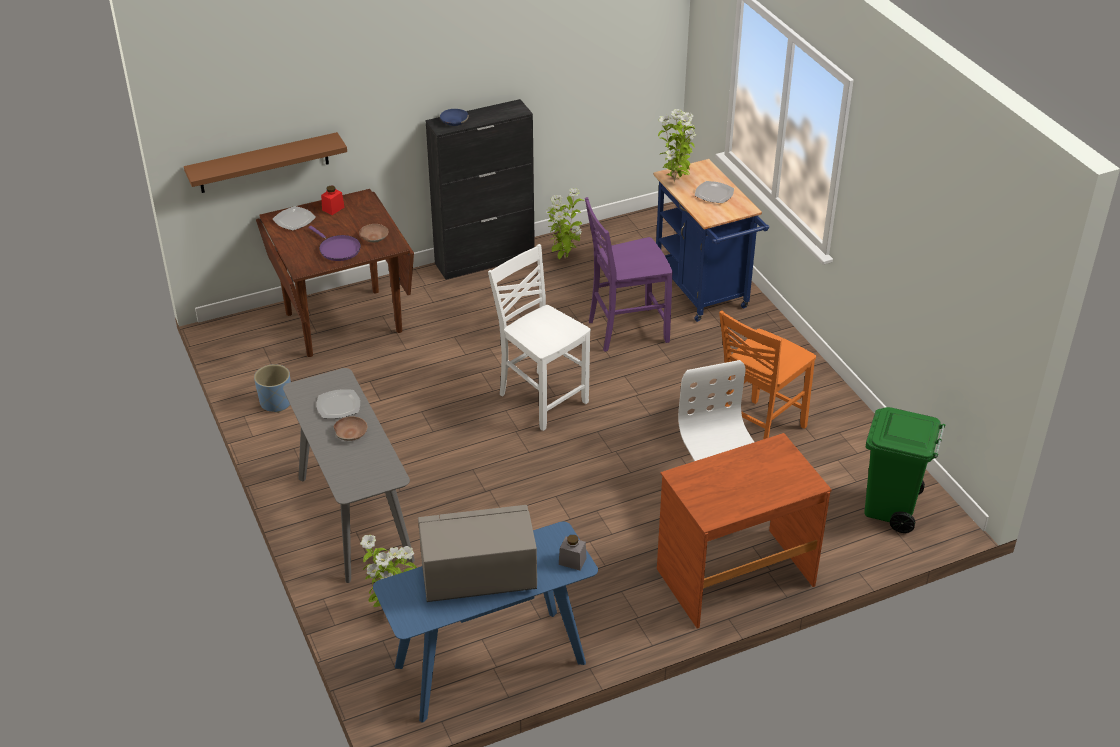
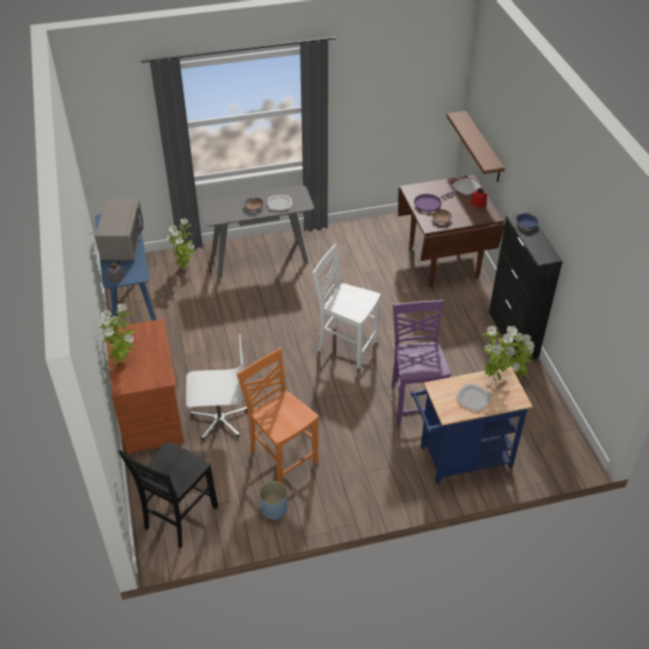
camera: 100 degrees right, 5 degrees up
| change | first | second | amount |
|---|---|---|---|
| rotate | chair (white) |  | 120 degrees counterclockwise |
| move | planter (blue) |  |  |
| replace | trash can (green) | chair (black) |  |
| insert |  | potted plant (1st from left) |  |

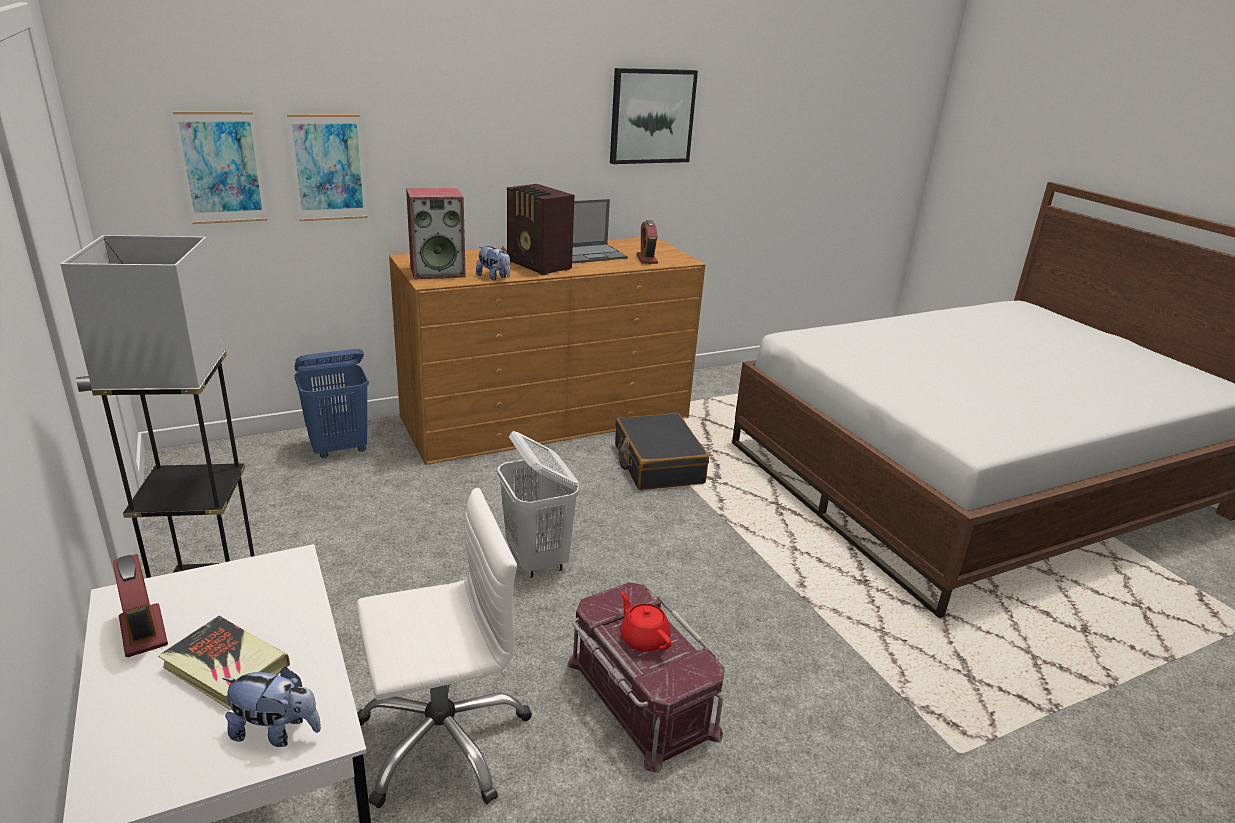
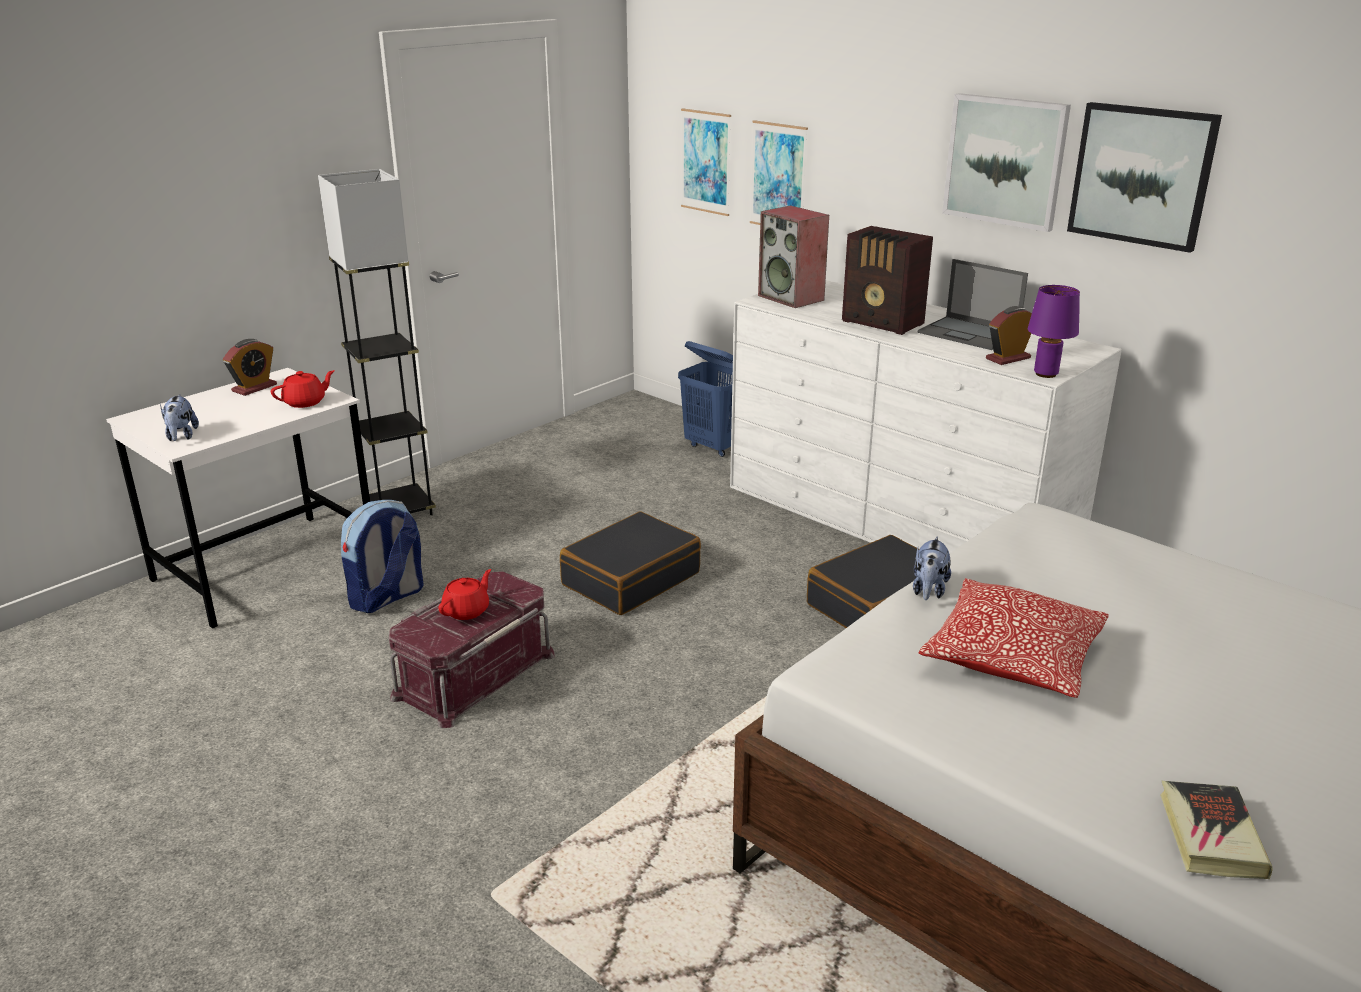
camera: 70 degrees right, 0 degrees up
| change | first | second | amount |
|---|---|---|---|
| rotate | radio |  | 75 degrees counterclockwise |
| recolor | dresser (brown) | dresser (white) |  |
| move | plush toy (2nd from left) |  |  |
| replace | laundry basket (white) | suitcase (black) (1st from left) |  |
| replace | office chair (white) | backpack |  |
| move | book |  |  |
| insert |  | picture (3rd from left) |  |
| insert |  | table lamp (purple) |  |
| insert |  | teapot (red) (1st from left) |  |
| insert |  | pillow |  |

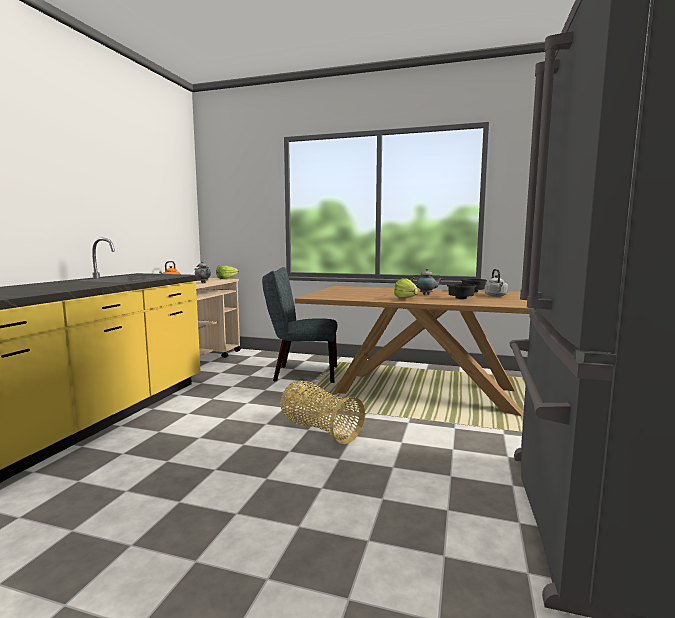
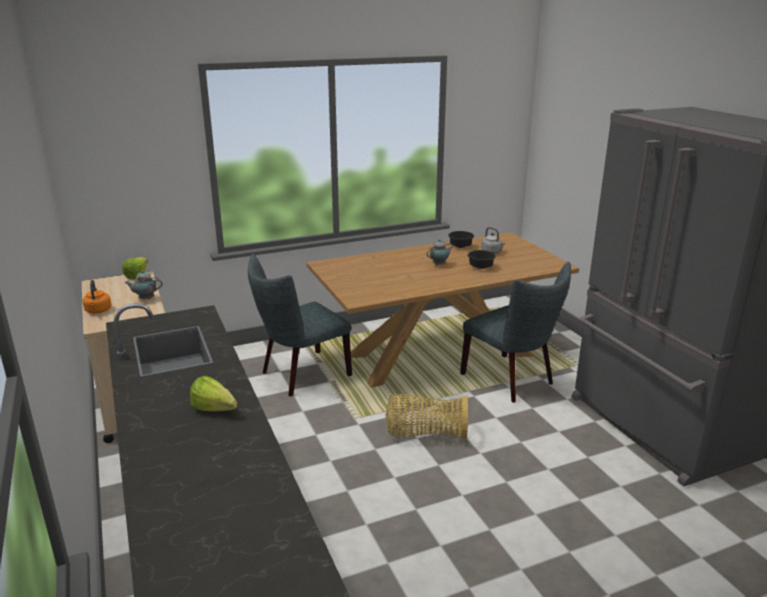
camera: 40 degrees left, 15 degrees up
| change | first | second | amount |
|---|---|---|---|
| move | lettuce (2nd from left) |  |  |
| insert |  | chair (grey) (2nd from left) |  |

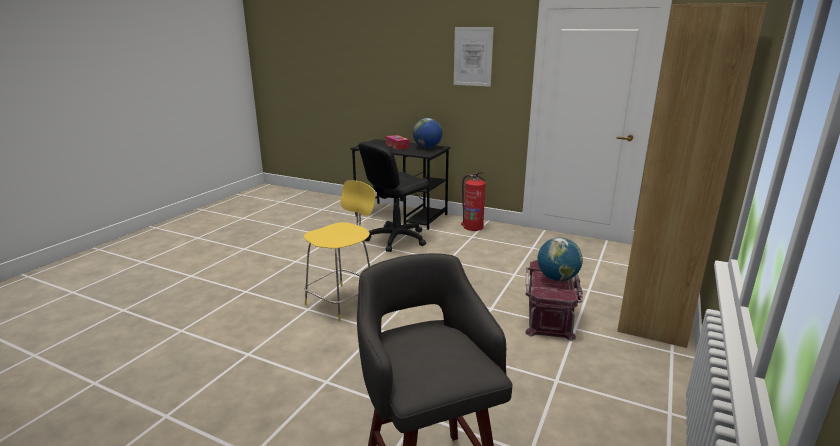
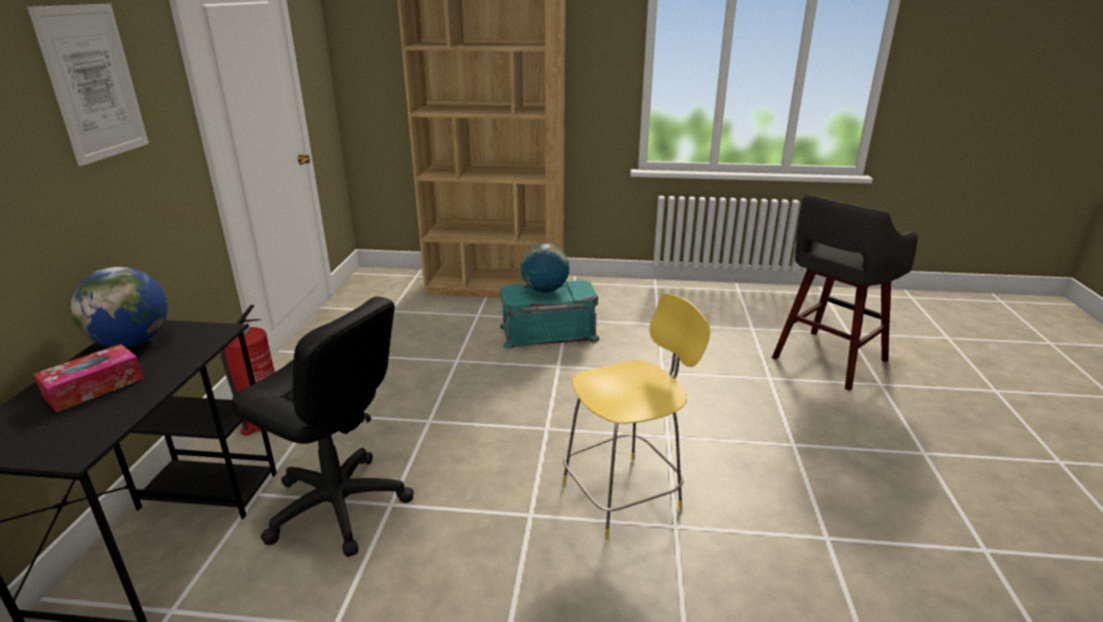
camera: 110 degrees left, 5 degrees up
| change | first | second | amount |
|---|---|---|---|
| rotate | chair (yellow) |  | 135 degrees clockwise |
| recolor | storage box (red) | storage box (turquoise) |  |

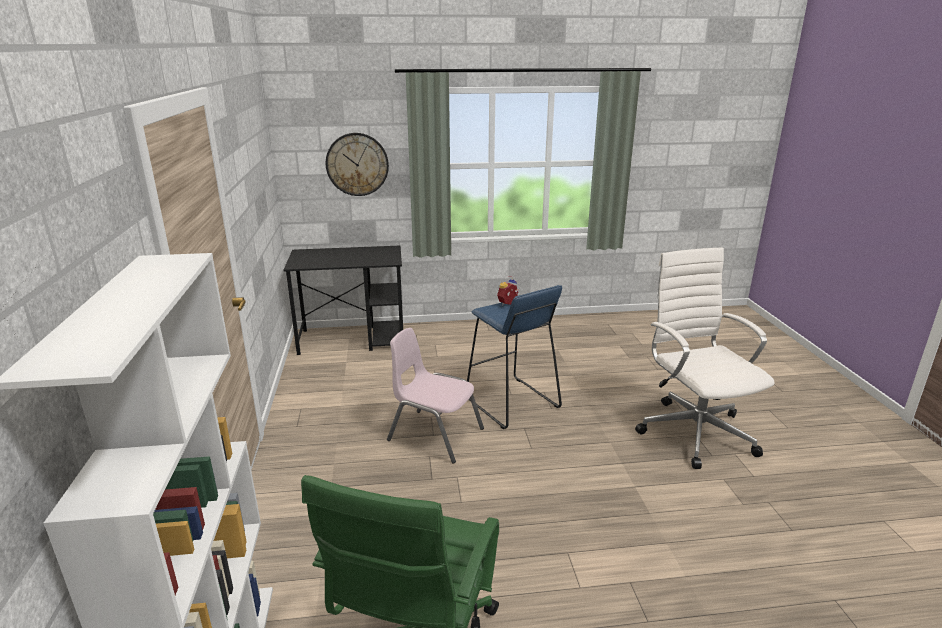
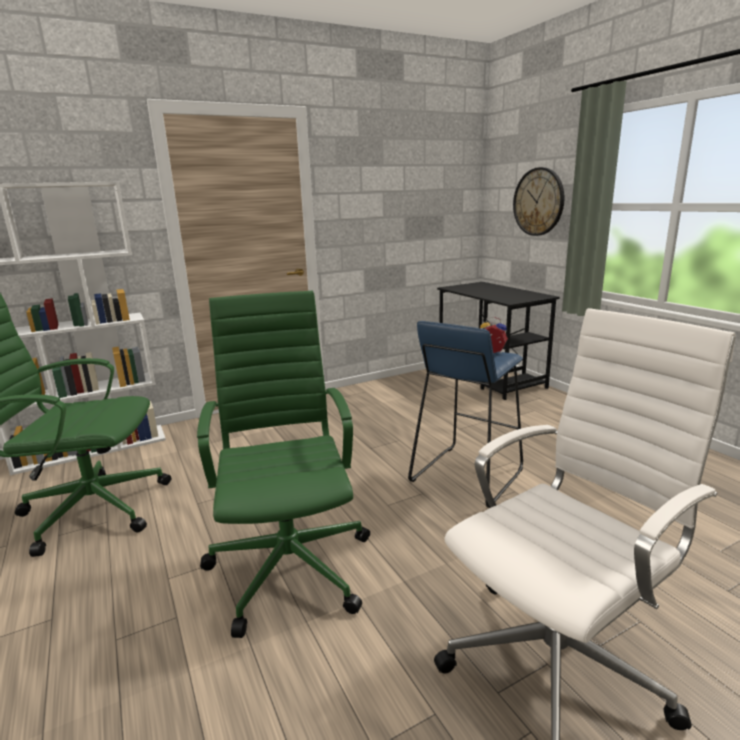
camera: 70 degrees right, 5 degrees down
| change | first | second | amount |
|---|---|---|---|
| delete | chair (pink) |  |  |
| insert |  | office chair (green) (2nd from left) |  |

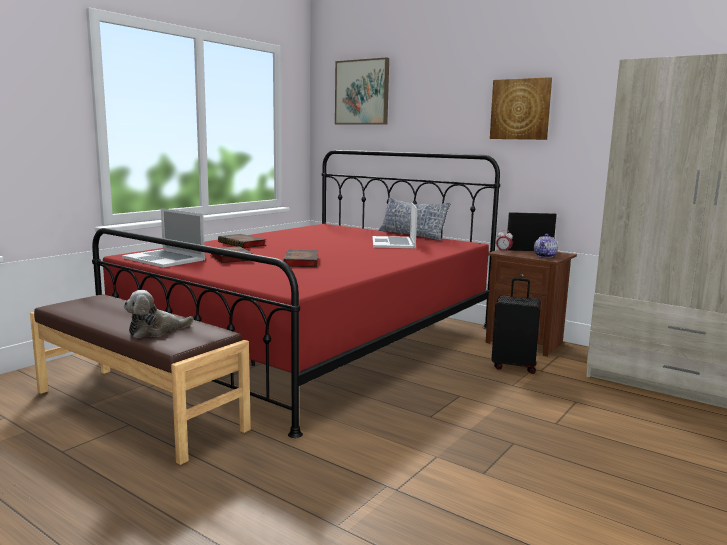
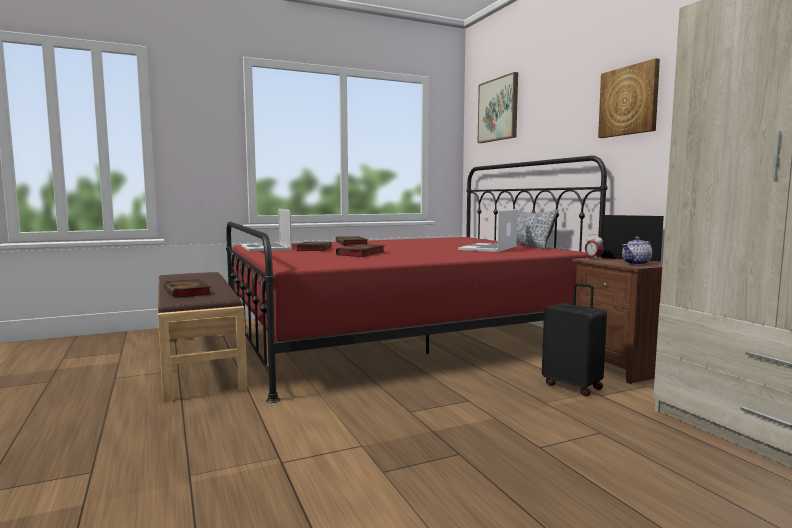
camera: 30 degrees right, 5 degrees down
| change | first | second | amount |
|---|---|---|---|
| replace | plush toy | book (1st from left) |  |

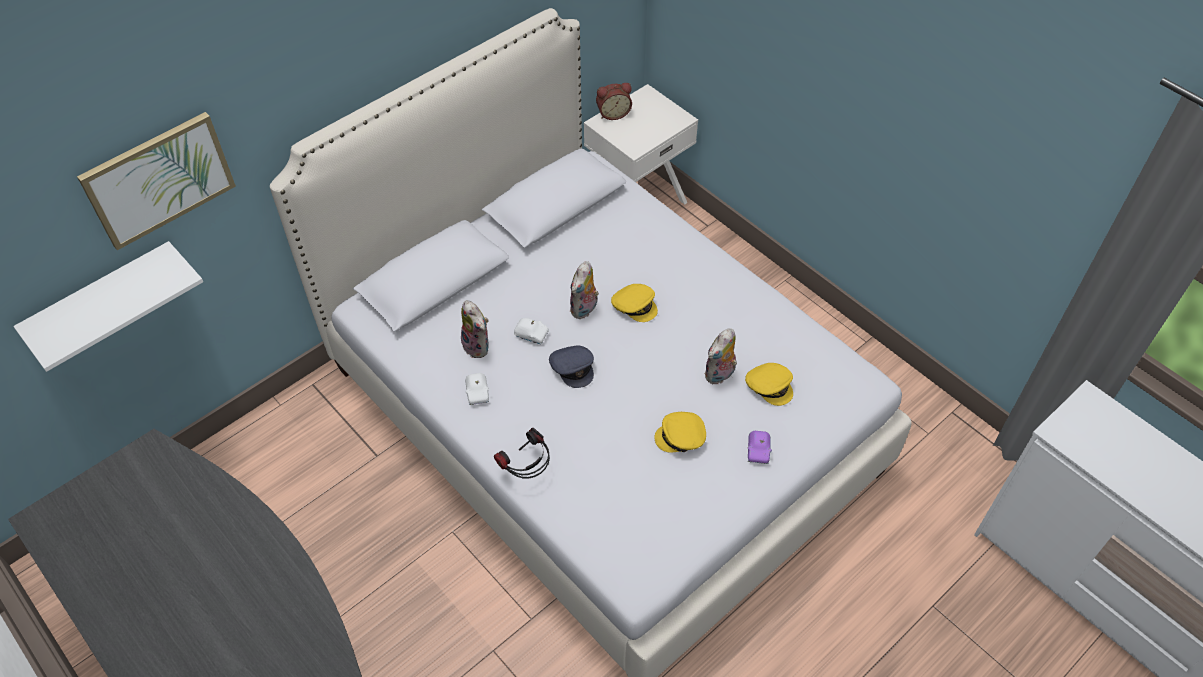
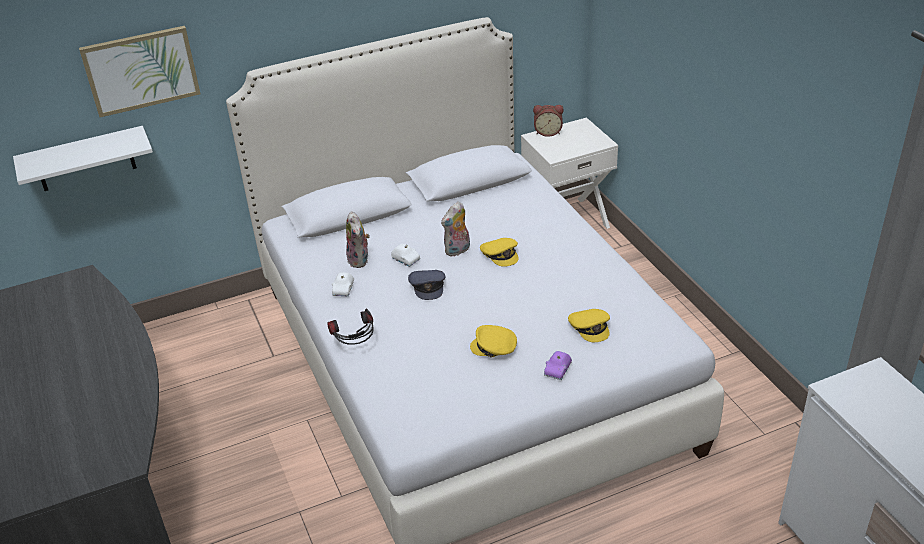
camera: 20 degrees right, 15 degrees down
| change | first | second | amount |
|---|---|---|---|
| delete | plush toy (3rd from left) |  |  |

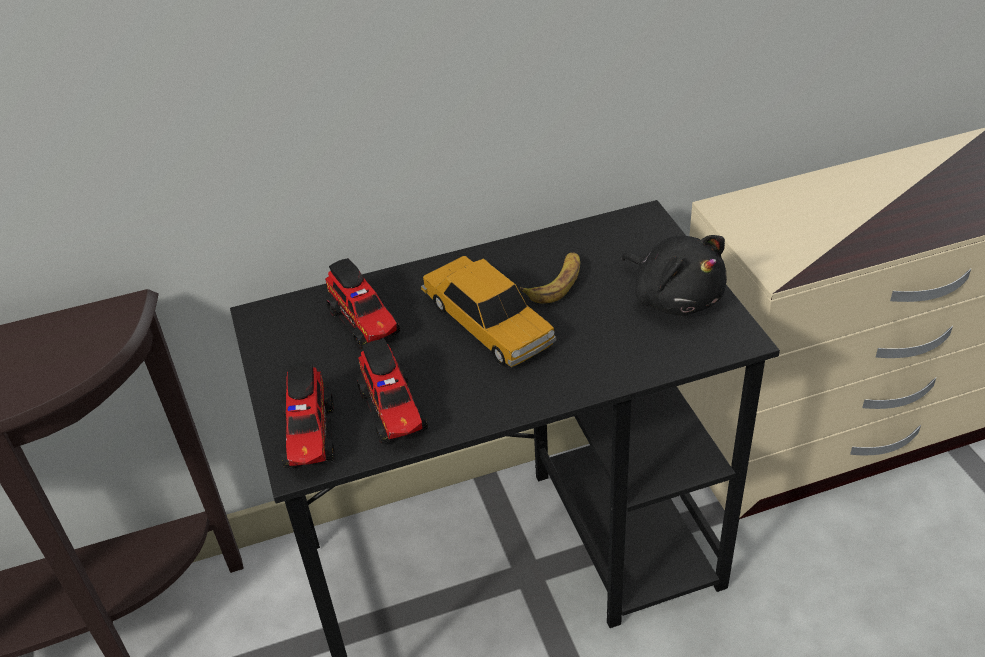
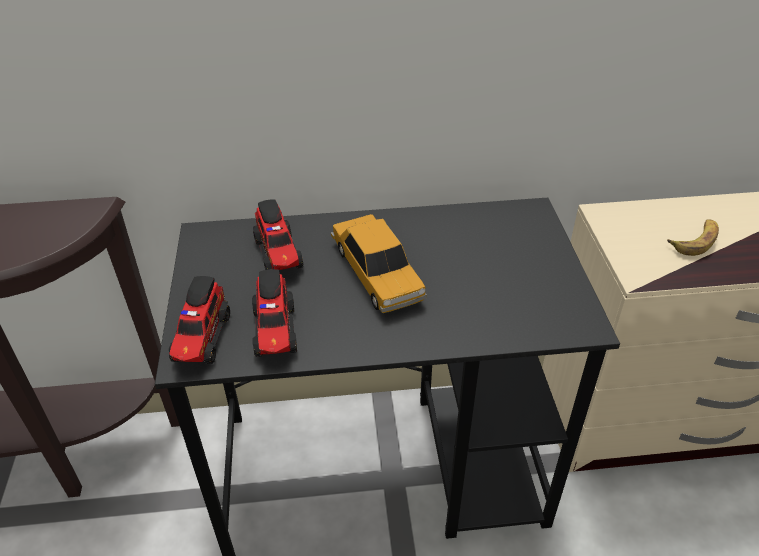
camera: 10 degrees right, 0 degrees up
| change | first | second | amount |
|---|---|---|---|
| delete | plush toy (black) |  |  |
| move | banana |  |  |

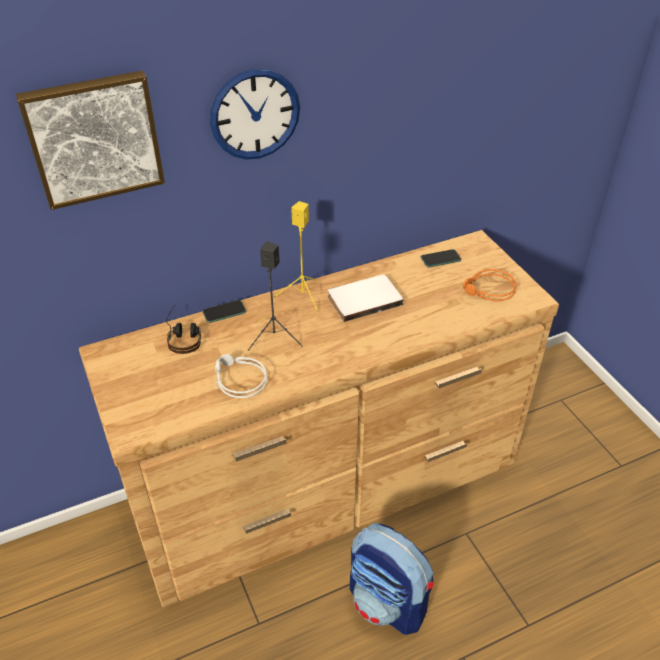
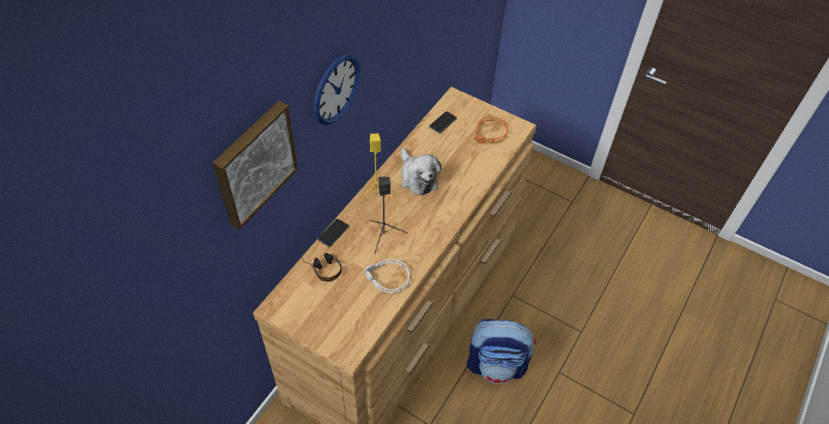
camera: 35 degrees left, 10 degrees up
| change | first | second | amount |
|---|---|---|---|
| replace | book (white) | plush toy |  |

